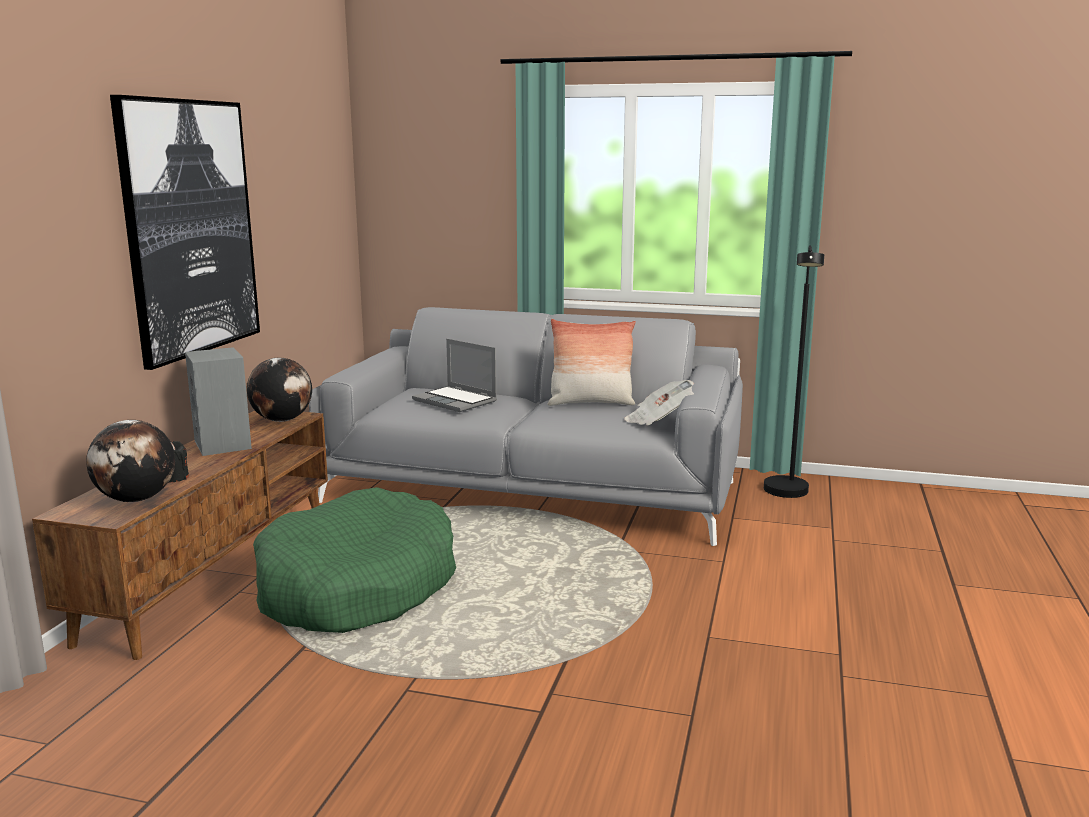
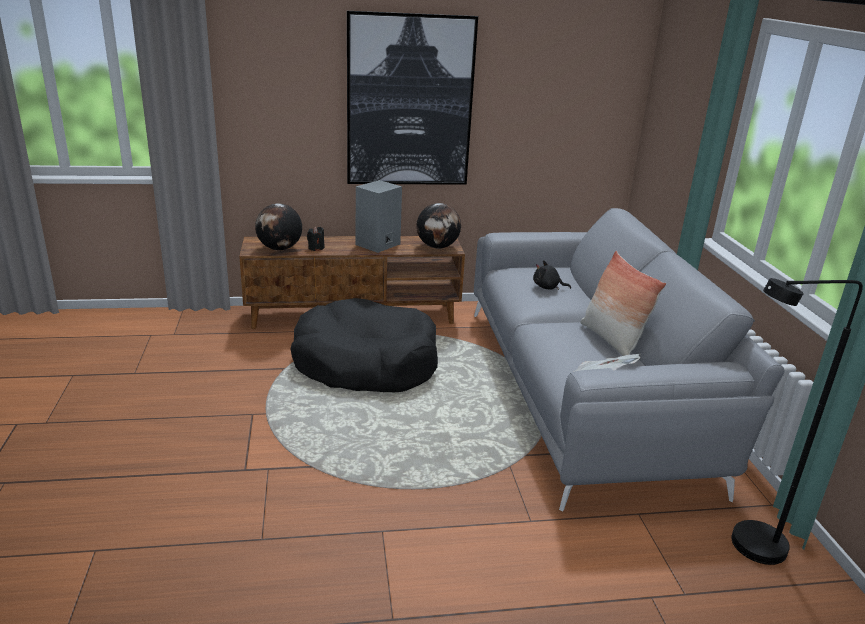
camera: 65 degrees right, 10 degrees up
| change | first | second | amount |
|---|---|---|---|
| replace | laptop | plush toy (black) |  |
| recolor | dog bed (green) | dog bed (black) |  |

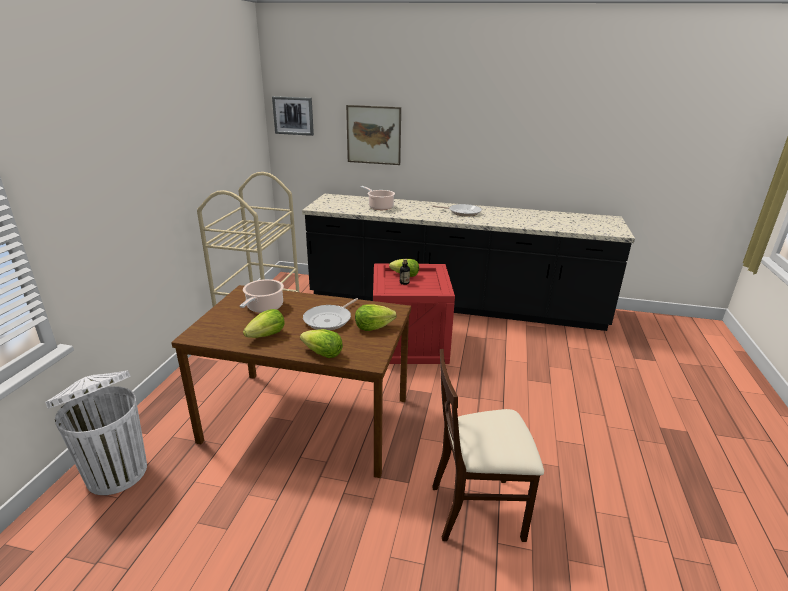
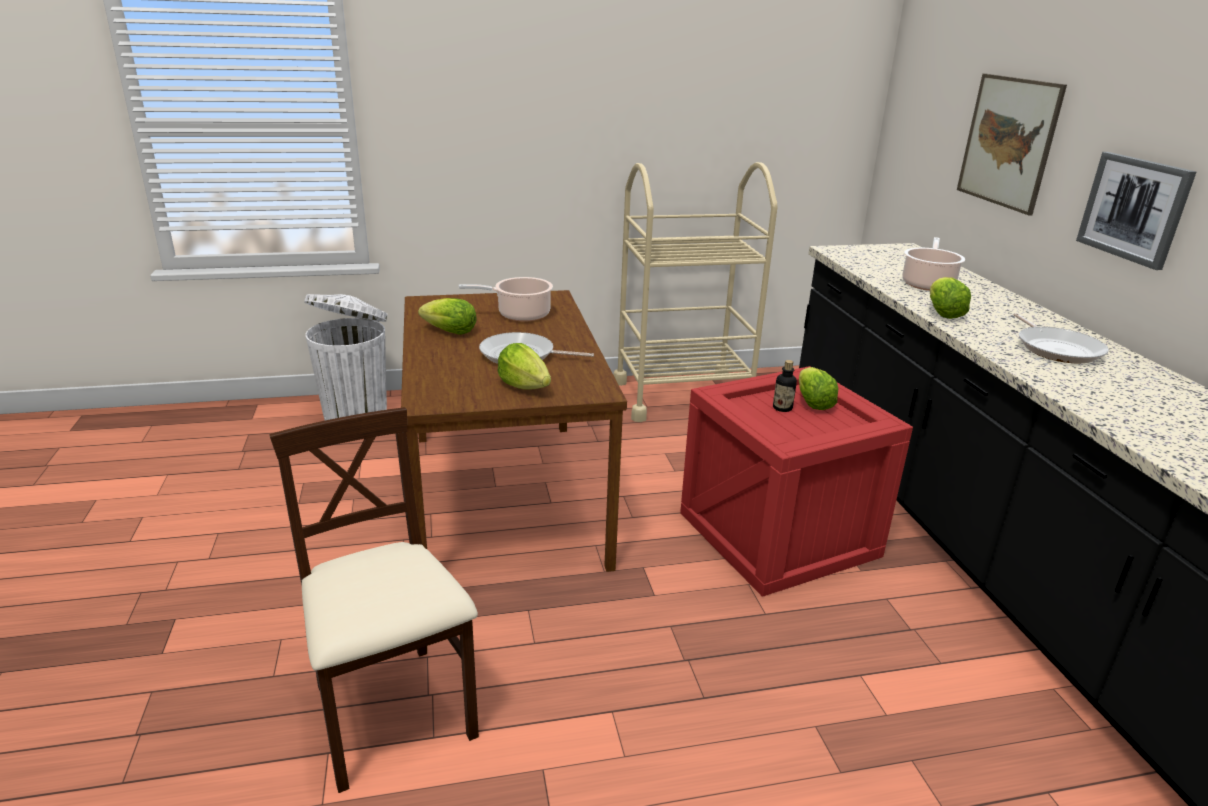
camera: 65 degrees right, 0 degrees up
| change | first | second | amount |
|---|---|---|---|
| move | picture (1st from left in the first image) | picture (2nd from left) |  |
| move | lettuce (2nd from left in the first image) | lettuce (4th from left) |  |

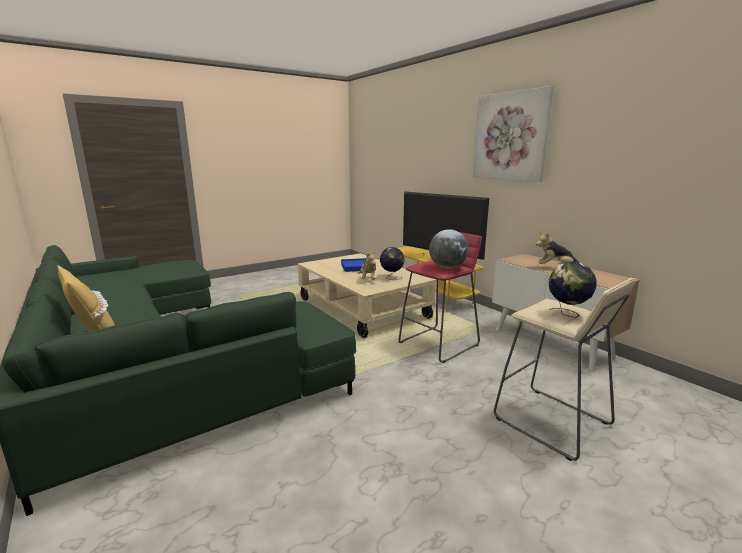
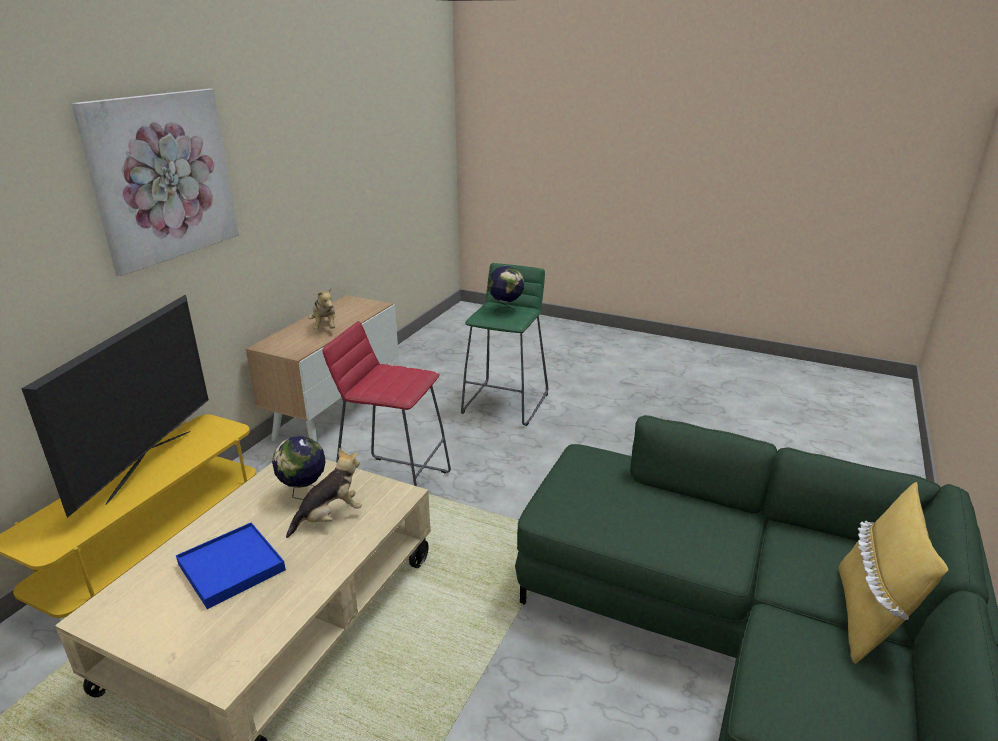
camera: 120 degrees left, 10 degrees up
| change | first | second | amount |
|---|---|---|---|
| delete | globe (2nd from left) |  |  |
| recolor | stool (beige) | stool (green) |  |

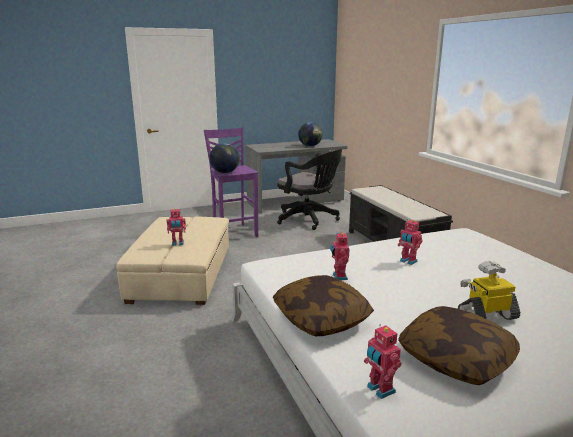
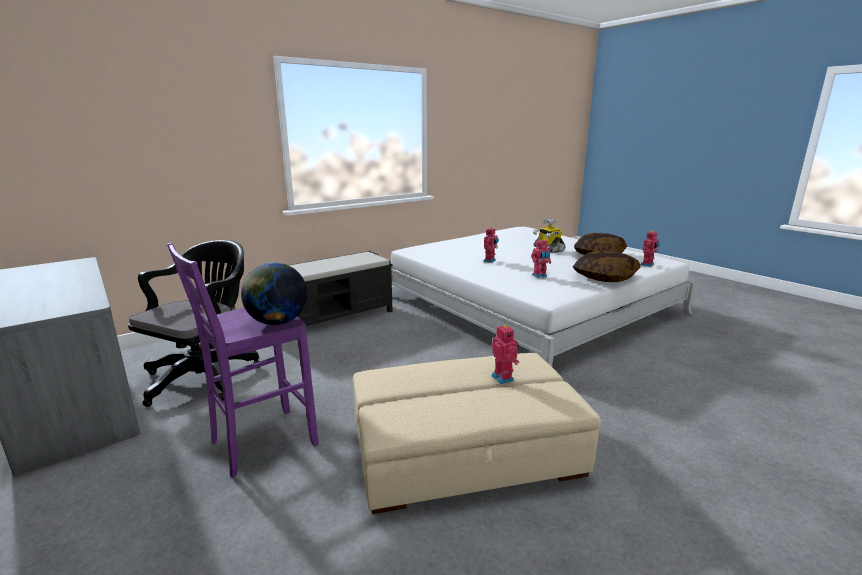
camera: 105 degrees left, 0 degrees up
| change | first | second | amount |
|---|---|---|---|
| delete | globe (2nd from left) |  |  |

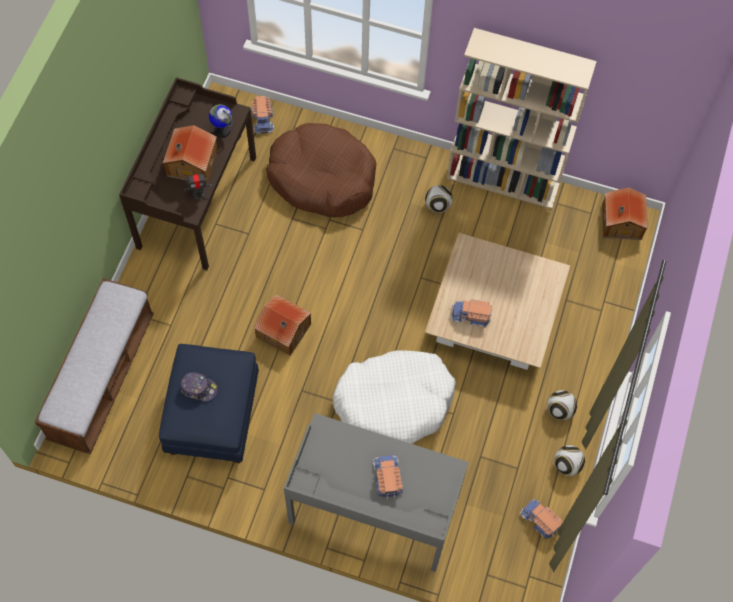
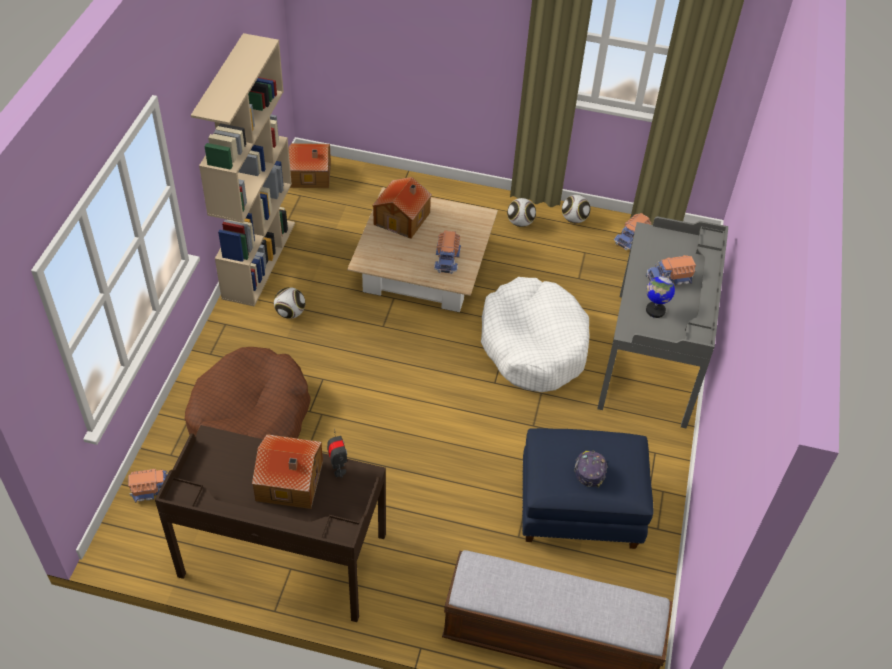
camera: 95 degrees left, 15 degrees down
| change | first | second | amount |
|---|---|---|---|
| move | globe |  |  |
| move | toy house (2nd from left in the first image) | toy house (3rd from left) |  |

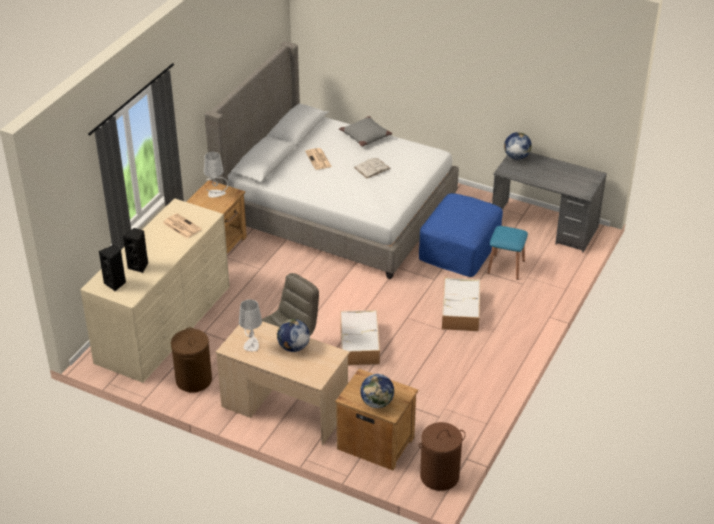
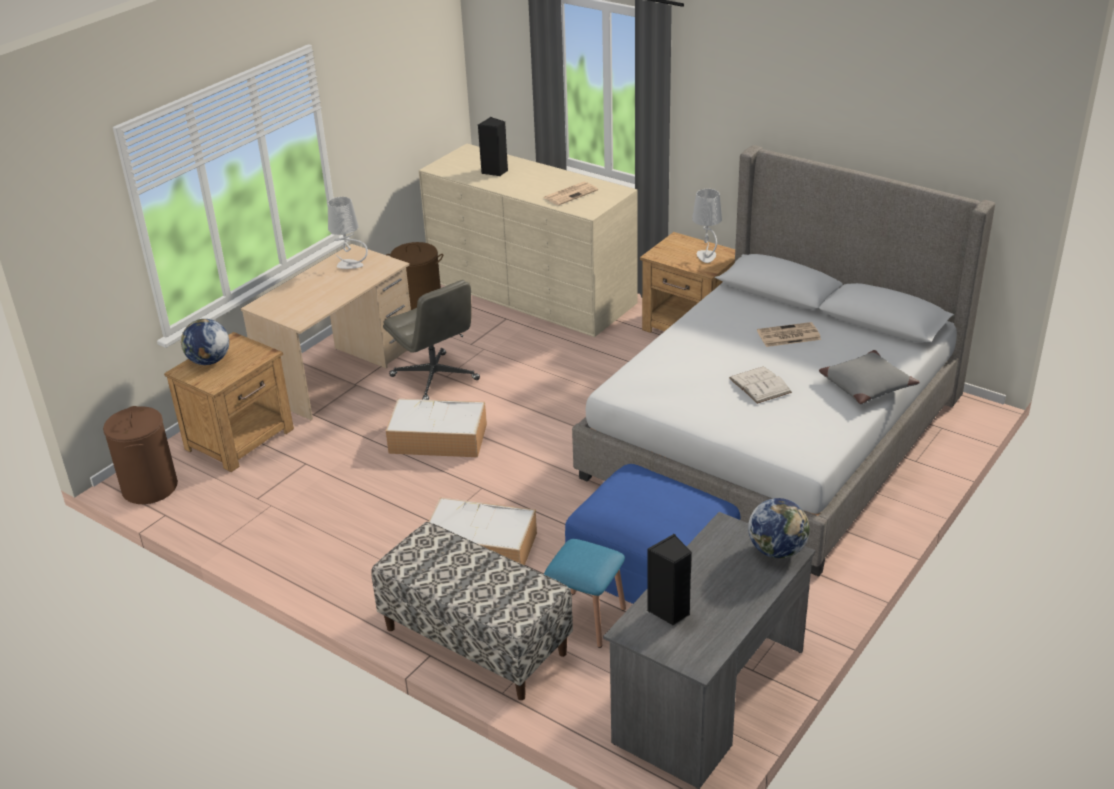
camera: 100 degrees right, 5 degrees down
| change | first | second | amount |
|---|---|---|---|
| move | speaker (black) (1st from left in the first image) | speaker (black) (2nd from left) |  |
| delete | globe (1st from left) |  |  |
| insert |  | bench |  |

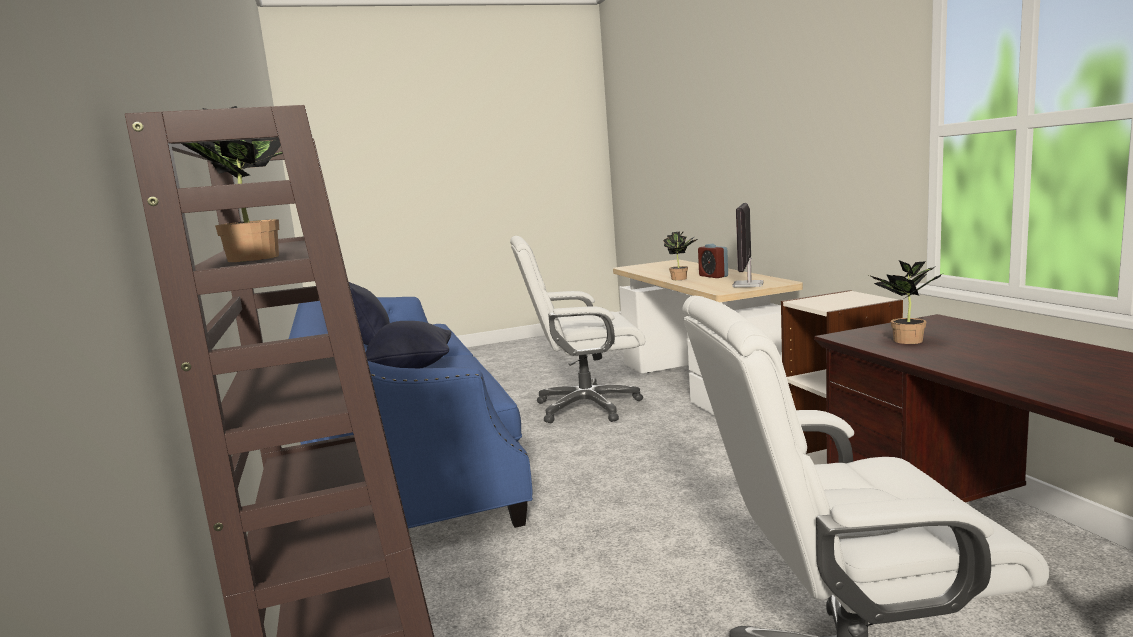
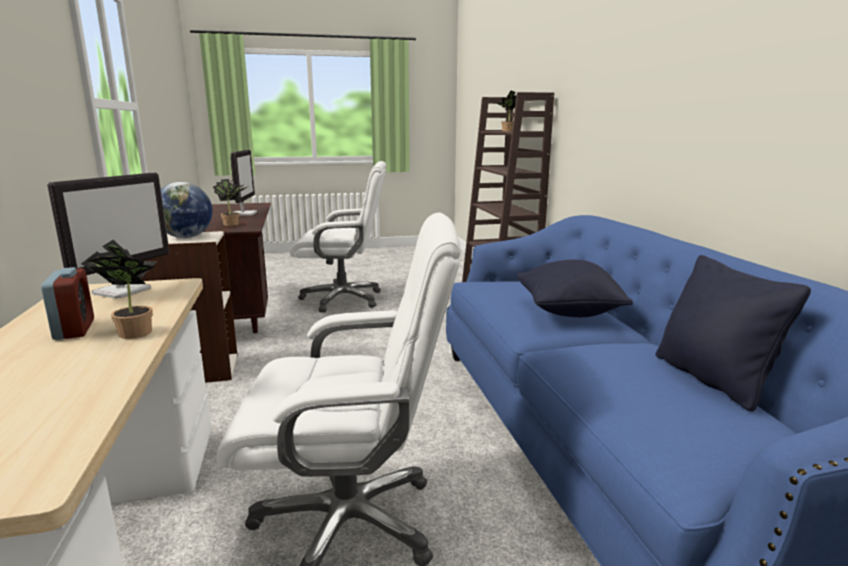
camera: 175 degrees left, 5 degrees up
| change | first | second | amount |
|---|---|---|---|
| insert |  | monitor (2nd from left) |  |
| insert |  | globe |  |

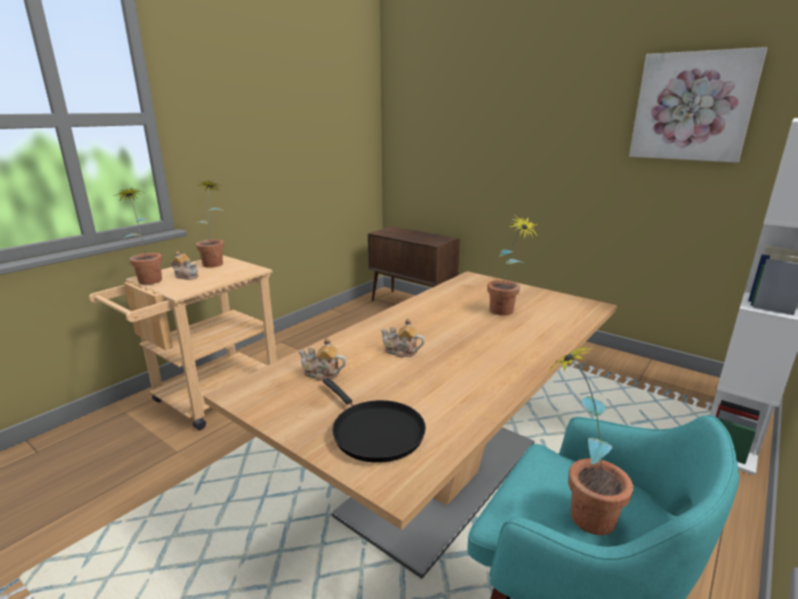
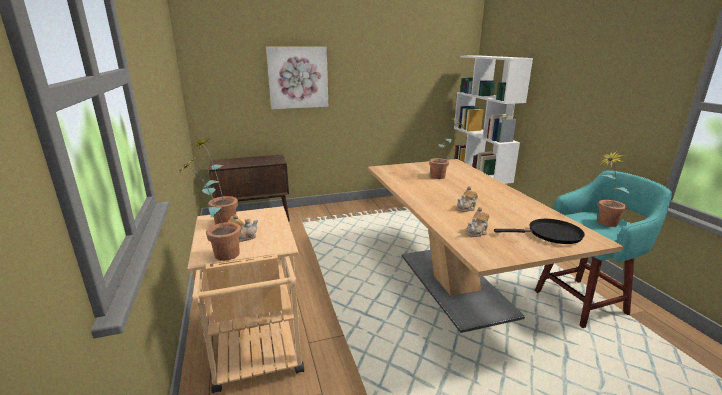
camera: 55 degrees left, 0 degrees up
| change | first | second | amount |
|---|---|---|---|
| move | picture |  |  |

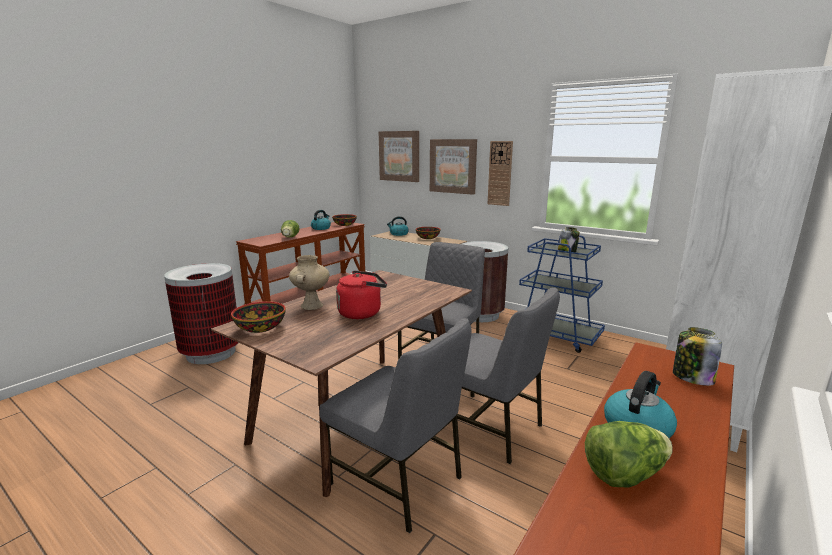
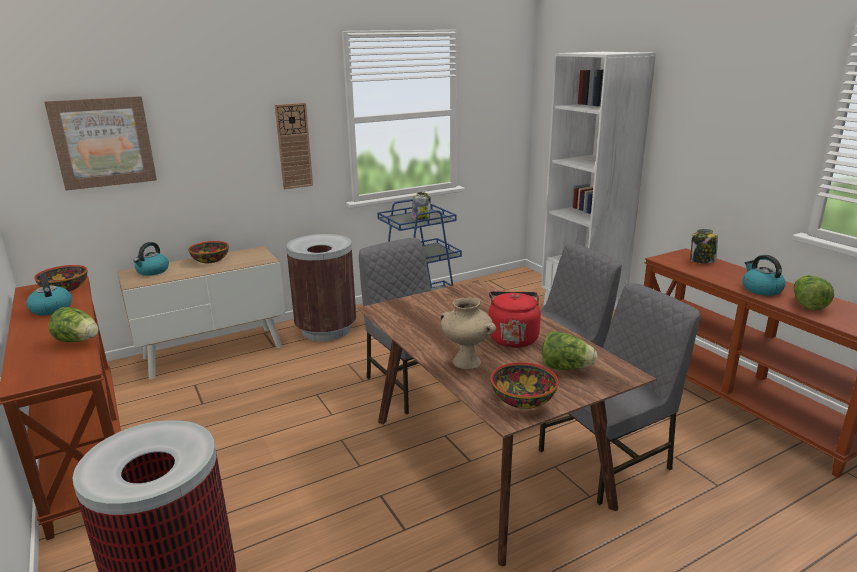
camera: 65 degrees left, 5 degrees up
| change | first | second | amount |
|---|---|---|---|
| delete | picture (2nd from left) |  |  |
| insert |  | lettuce (2nd from left) |  |

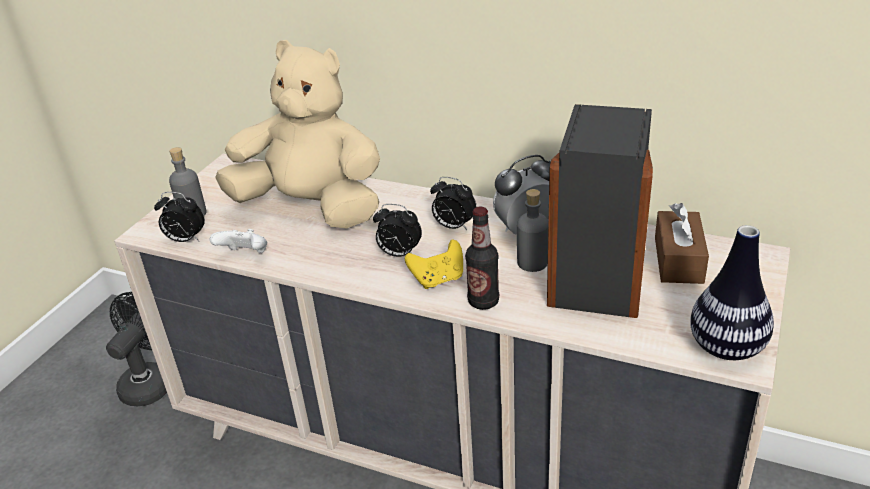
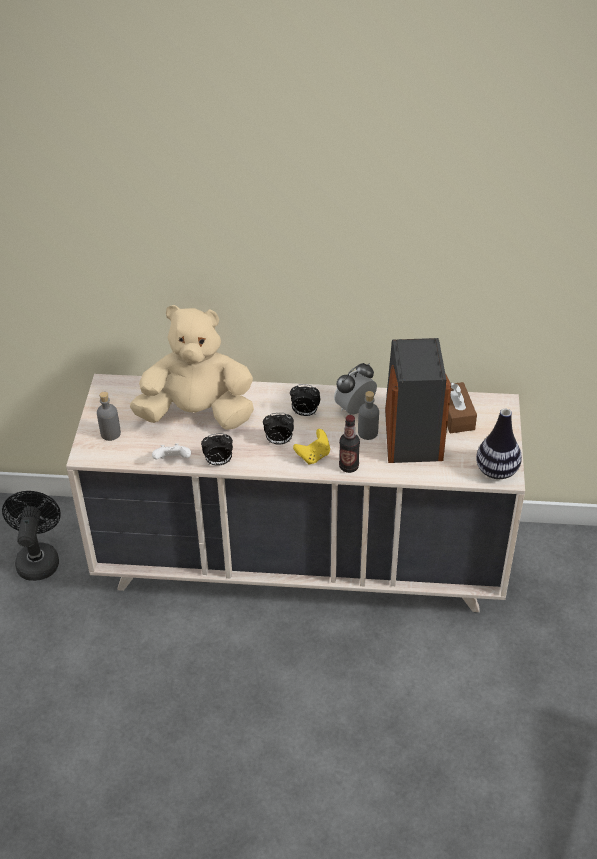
camera: 20 degrees left, 10 degrees up
| change | first | second | amount |
|---|---|---|---|
| move | alarm clock (1st from left) |  |  |

